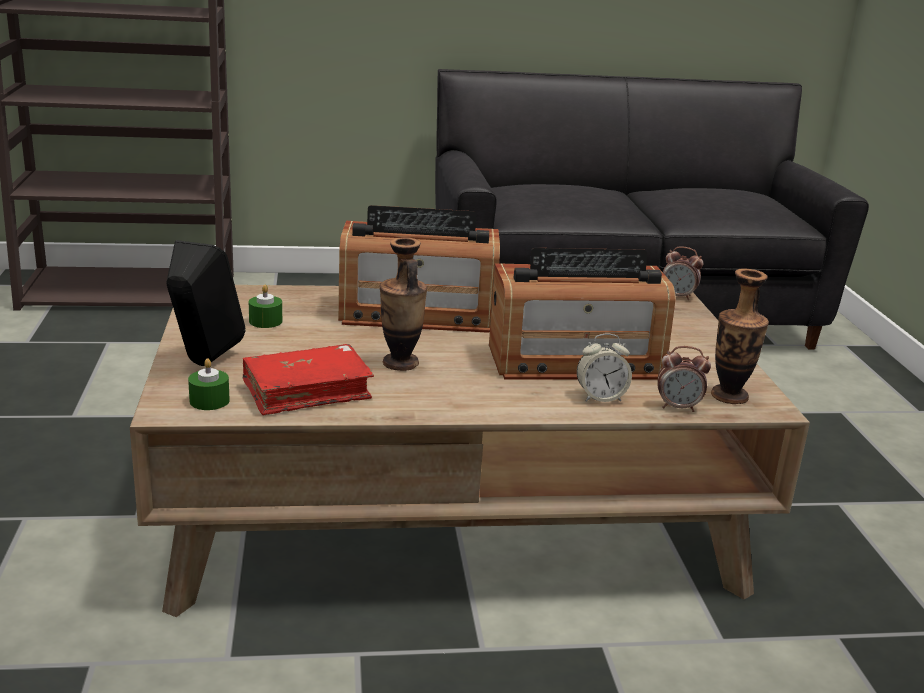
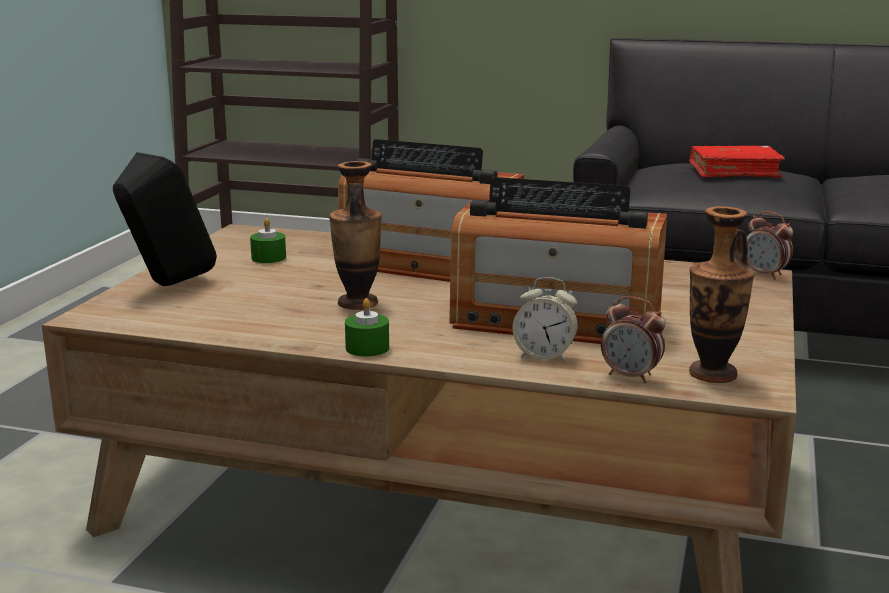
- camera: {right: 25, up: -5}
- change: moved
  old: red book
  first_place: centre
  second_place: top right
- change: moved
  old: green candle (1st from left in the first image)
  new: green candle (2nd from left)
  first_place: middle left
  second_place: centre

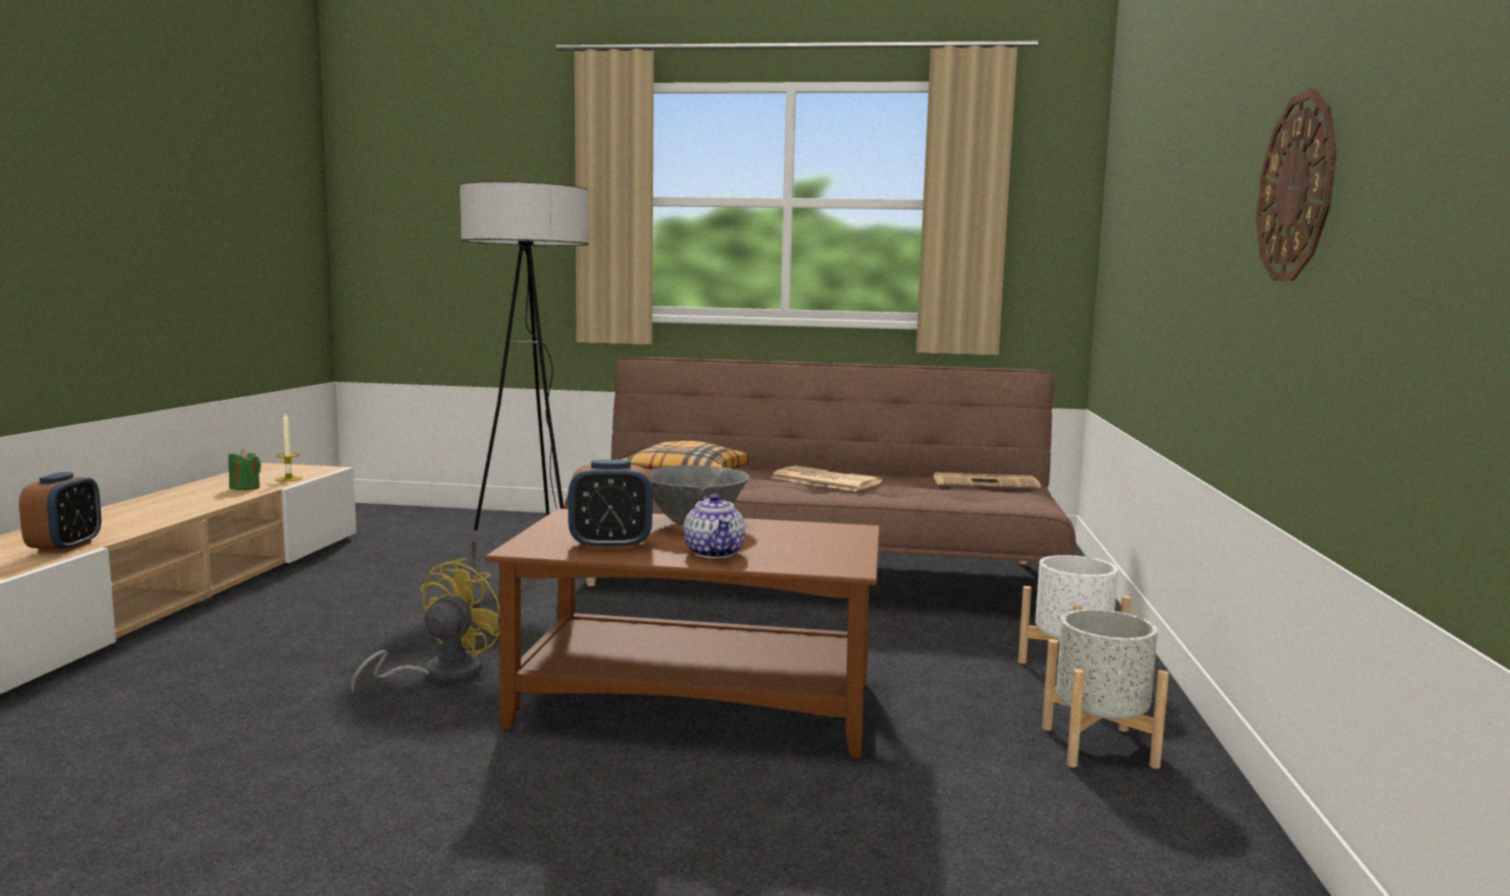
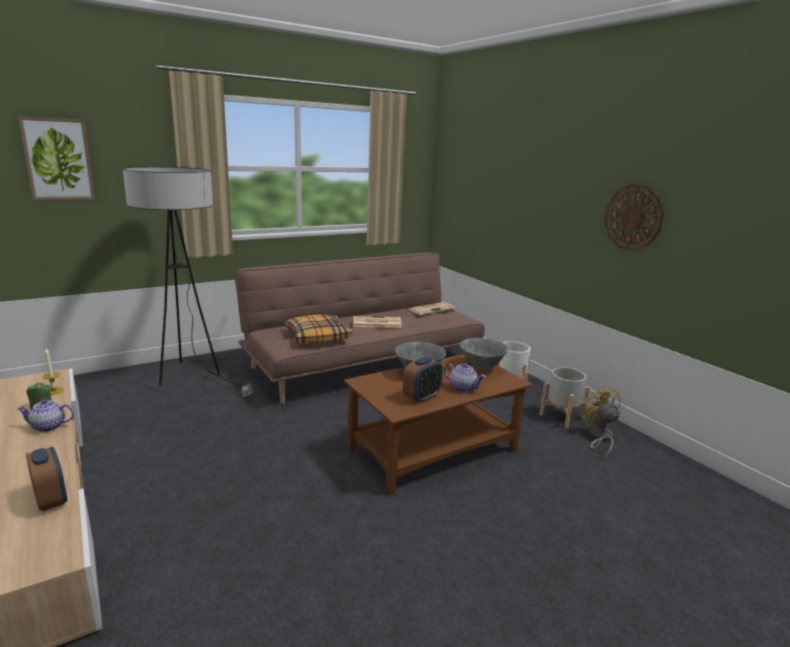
- camera: {right: -40, up: 10}
- change: moved
  old: yellow fan
  first_place: bottom left
  second_place: middle right
- change: added
  new: picture
  second_place: top left
- change: added
  new: grey bowl (2nd from left)
  second_place: centre
- change: added
  new: teapot (1st from left)
  second_place: middle left

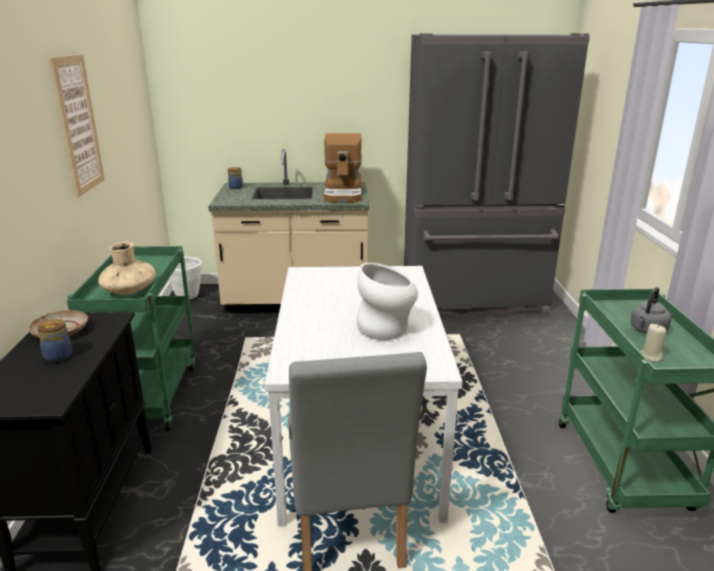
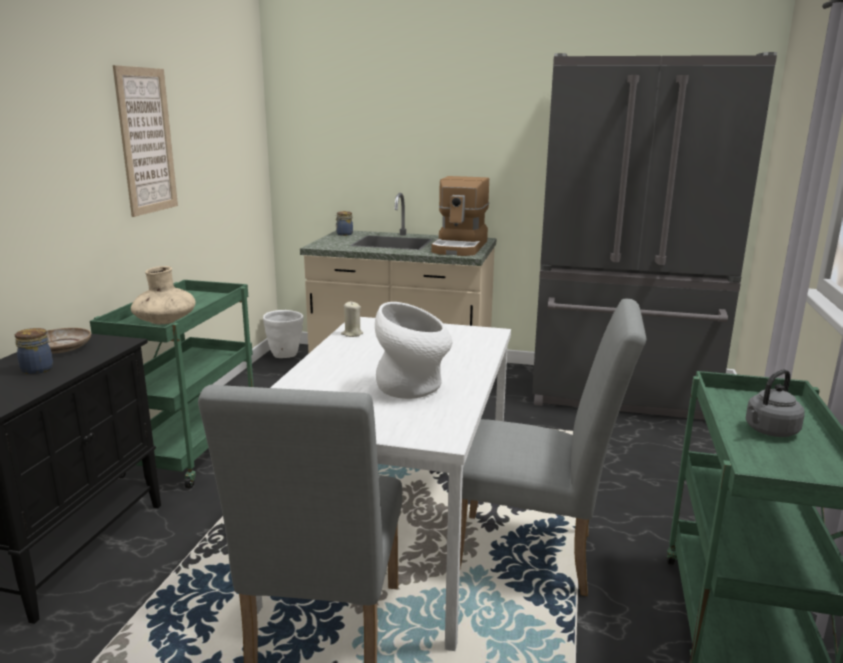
- camera: {right: 15, up: -5}
- change: moved
  old: beige candle
  first_place: middle right
  second_place: centre
- change: added
  new: grey chair (2nd from left)
  second_place: bottom centre

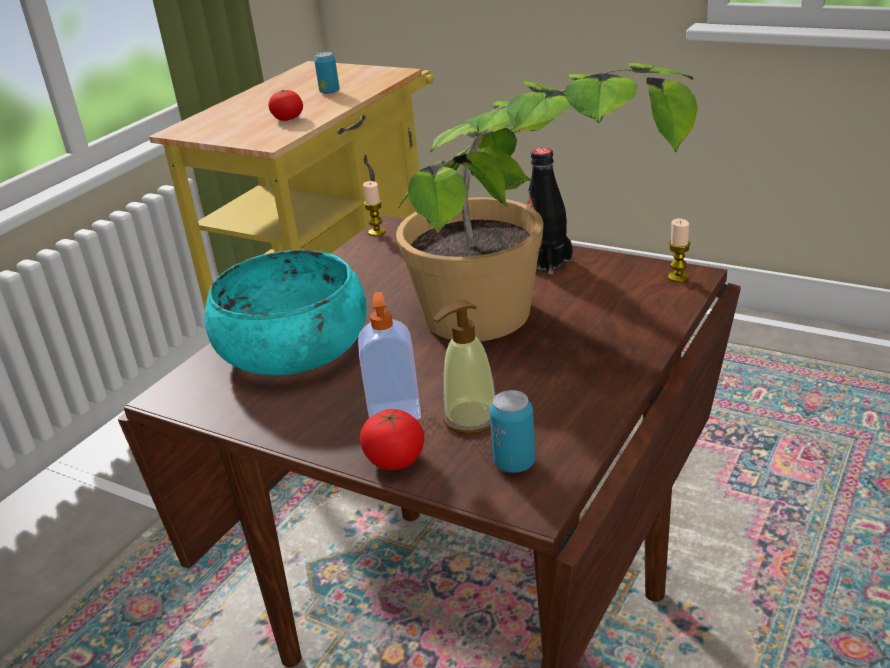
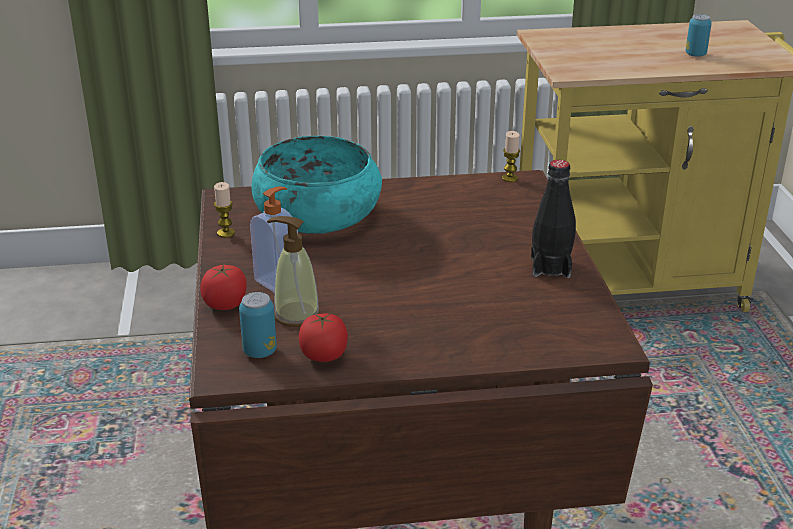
- camera: {right: 50, up: 0}
- change: removed
  old: potted plant
  first_place: top centre
- change: moved
  old: tomato (1st from left in the first image)
  new: tomato (2nd from left)
  first_place: top left
  second_place: centre
- change: moved
  old: candle (2nd from left in the first image)
  new: candle (1st from left)
  first_place: middle right
  second_place: middle left

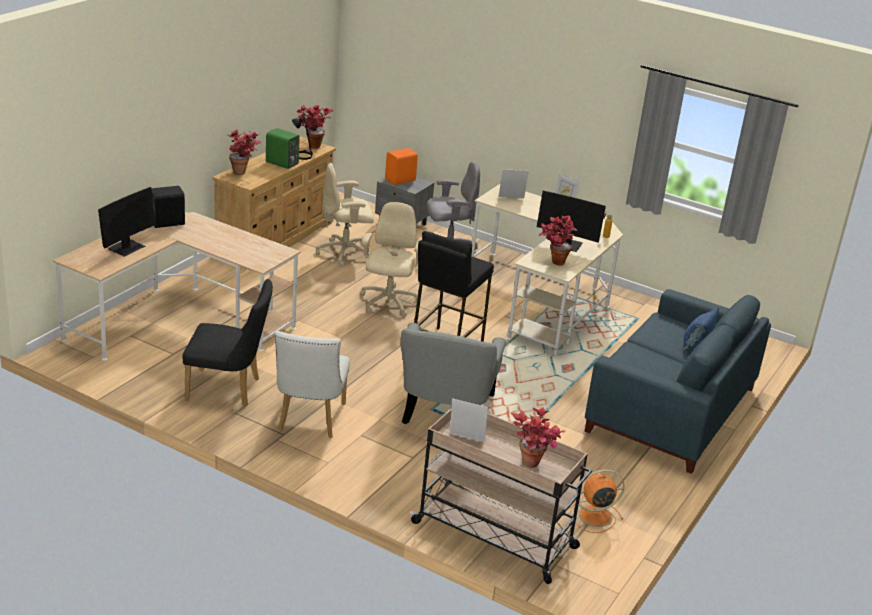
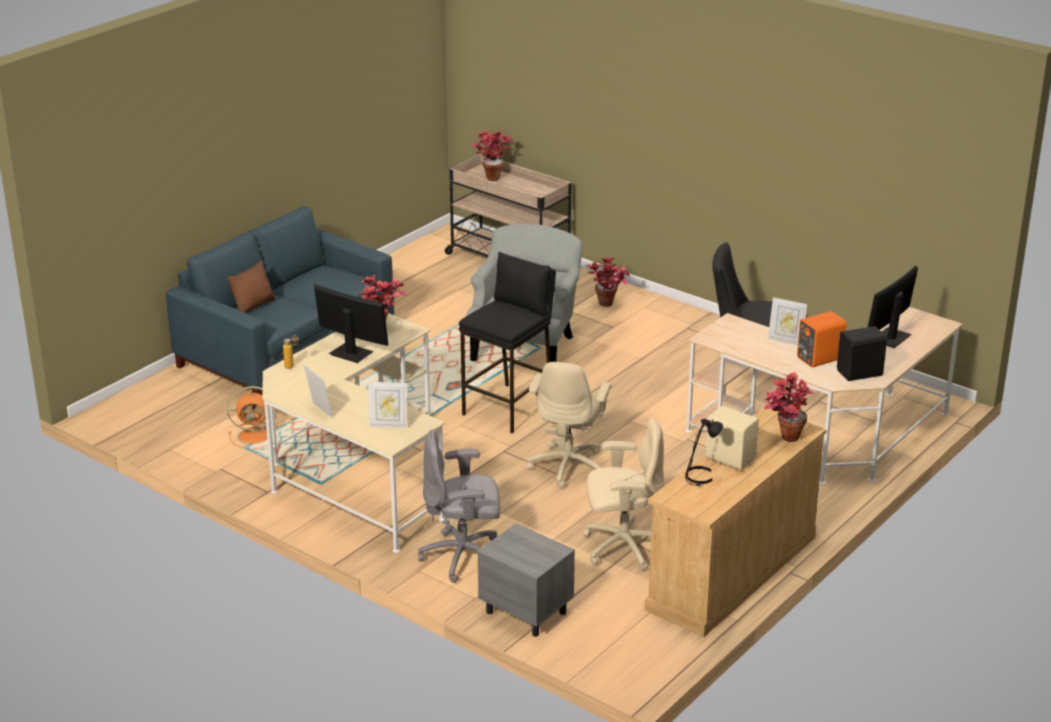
- camera: {right: -170, up: 0}
- change: moved
  old: potted plant (2nd from left in the first image)
  new: potted plant (3rd from left)
  first_place: top centre
  second_place: centre
- change: recoloured
  old: green speaker
  new: beige speaker
  first_place: top left
  second_place: middle right
- change: moved
  old: orange speaker
  first_place: top centre
  second_place: middle right
- change: recoloured
  old: blue pillow
  new: brown pillow
  first_place: middle right
  second_place: middle left
- change: removed
  old: white chair
  first_place: centre
- change: moved
  old: picture frame (1st from left in the first image)
  new: picture frame (3rd from left)
  first_place: bottom centre
  second_place: middle right
- change: moved
  old: orange fan
  first_place: bottom right
  second_place: middle left

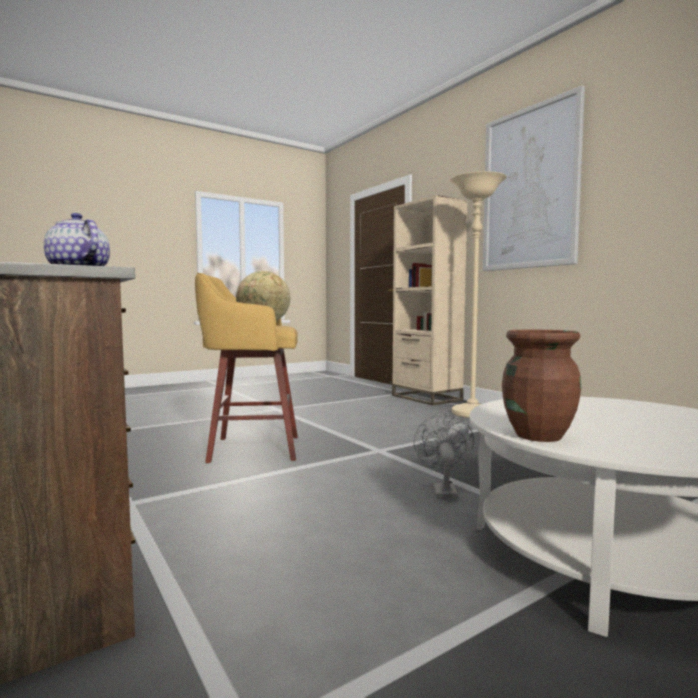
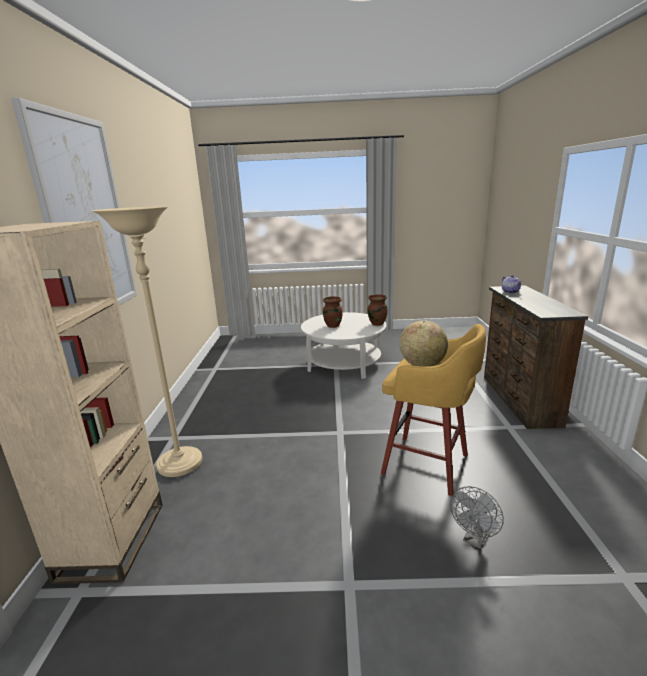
- camera: {right: -145, up: 15}
- change: moved
  old: grey fan
  first_place: centre
  second_place: bottom right
- change: added
  new: brown vase (1st from left)
  second_place: centre

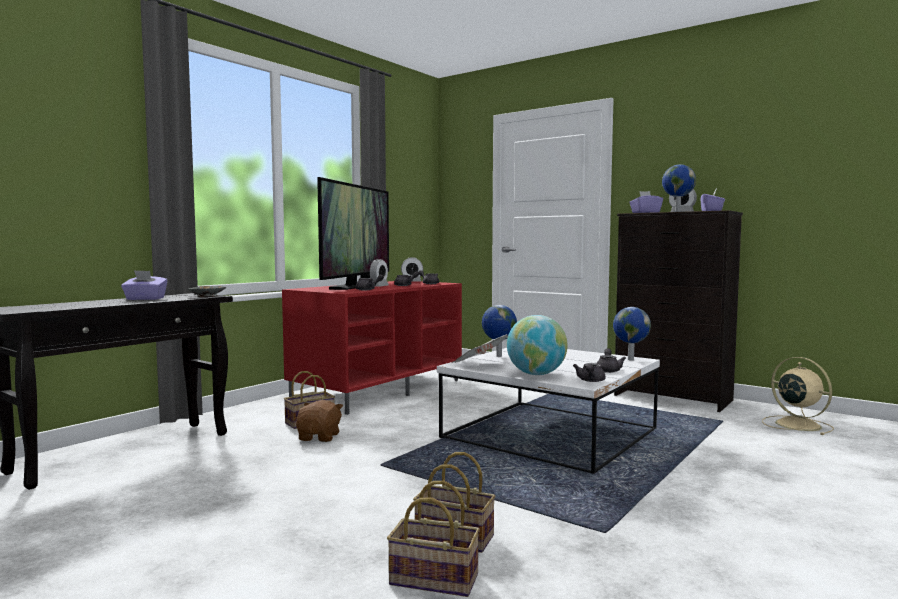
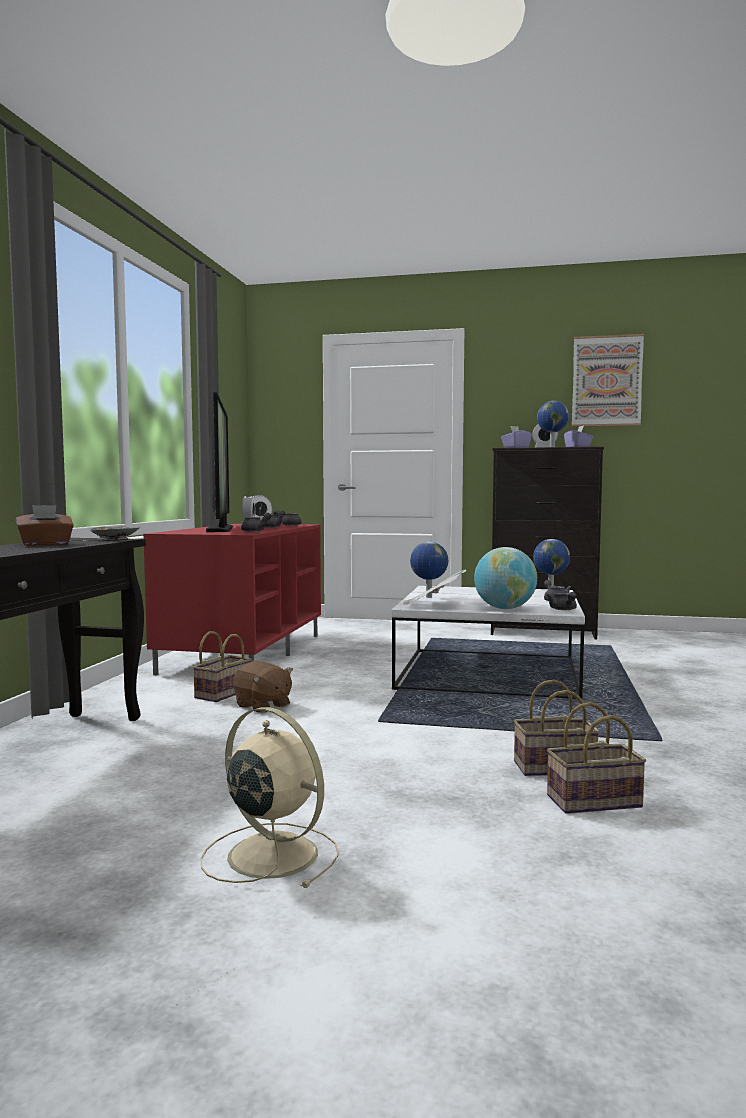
- camera: {right: -25, up: 0}
- change: recoloured
  old: purple tissue box (1st from left)
  new: brown tissue box
  first_place: middle left
  second_place: middle left
- change: moved
  old: beige fan
  first_place: middle right
  second_place: bottom centre
- change: turned
  old: brown plush toy
  first_place: bottom centre
  second_place: centre
  degrees: 150
- change: added
  new: picture
  second_place: middle right

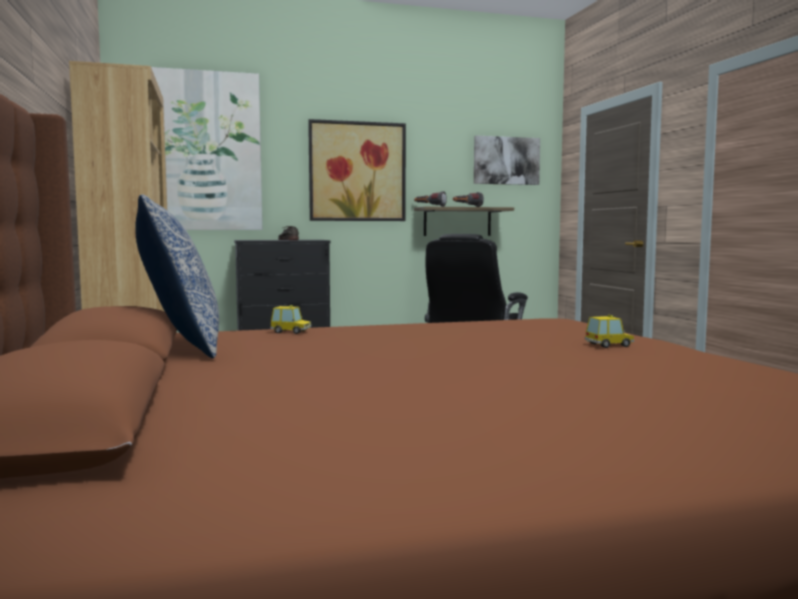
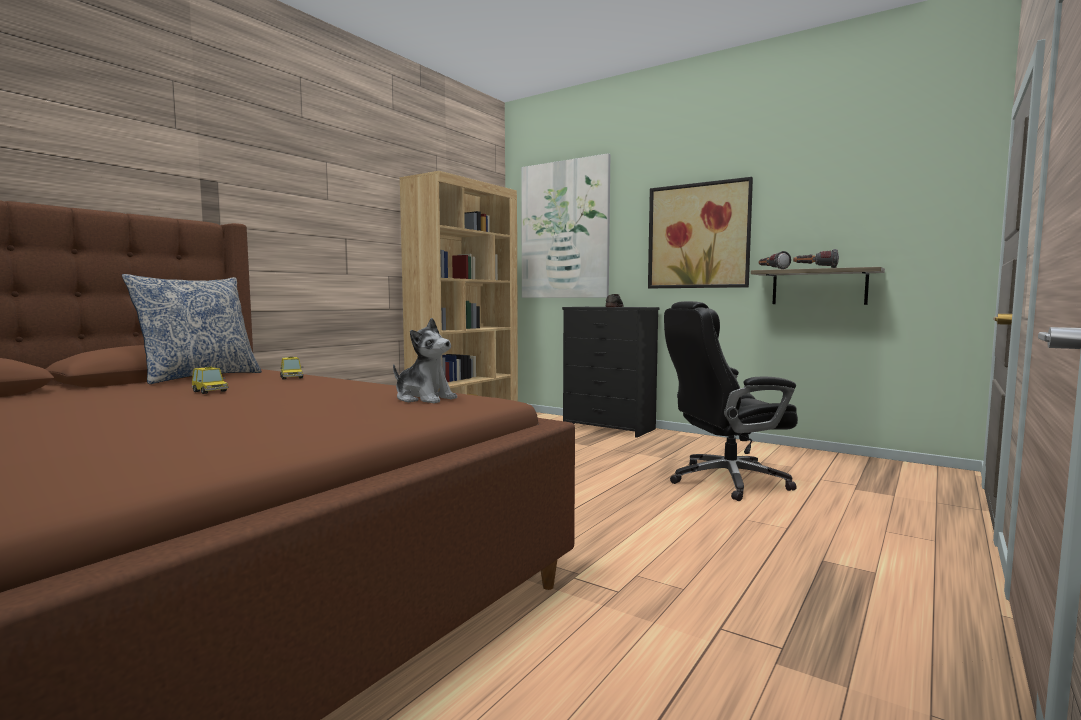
- camera: {right: 50, up: 0}
- change: removed
  old: picture (3rd from left)
  first_place: top centre
- change: moved
  old: toy car (2nd from left in the first image)
  new: toy car (1st from left)
  first_place: middle right
  second_place: middle left
- change: added
  new: plush toy
  second_place: centre

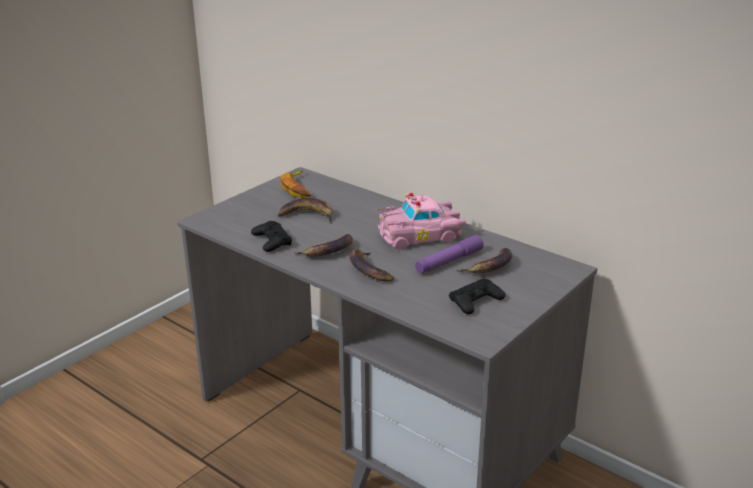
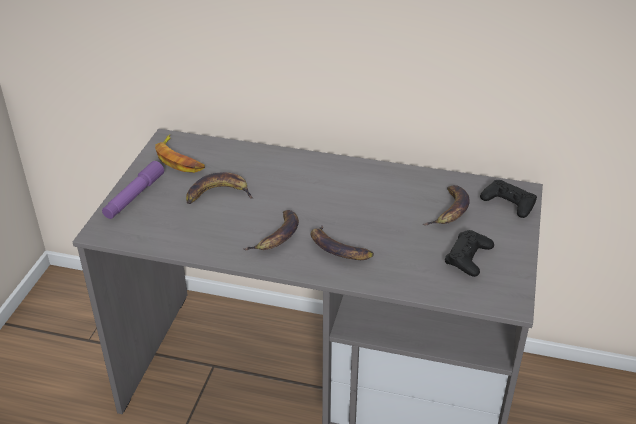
- camera: {right: -25, up: 10}
- change: removed
  old: pink toy car
  first_place: centre
- change: moved
  old: black game controller (1st from left in the first image)
  new: black game controller (2nd from left)
  first_place: centre
  second_place: middle right
- change: moved
  old: purple flashlight
  first_place: centre
  second_place: middle left

